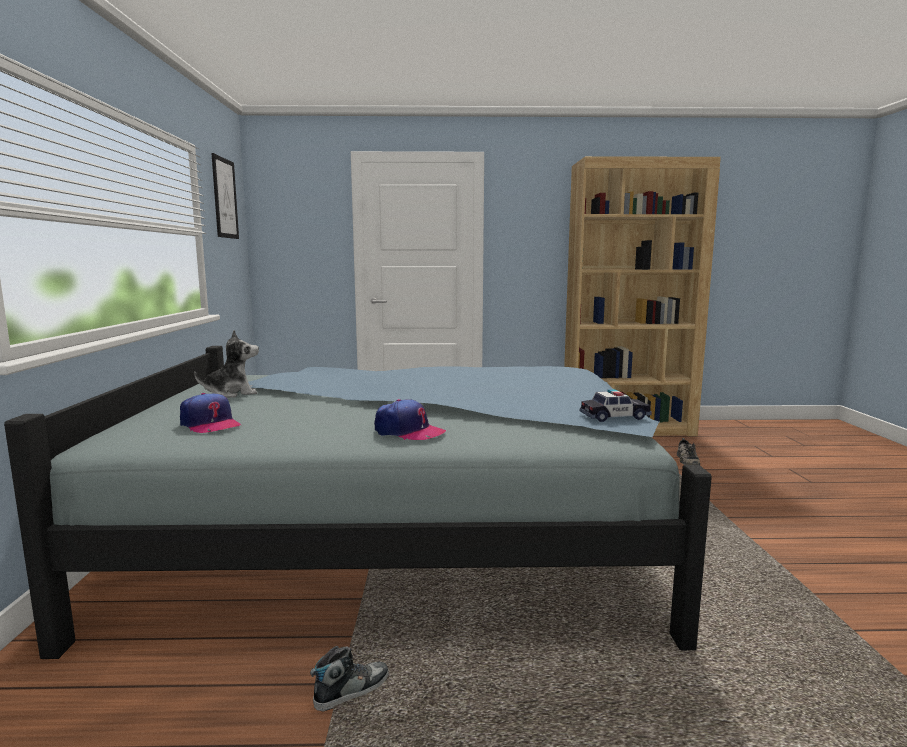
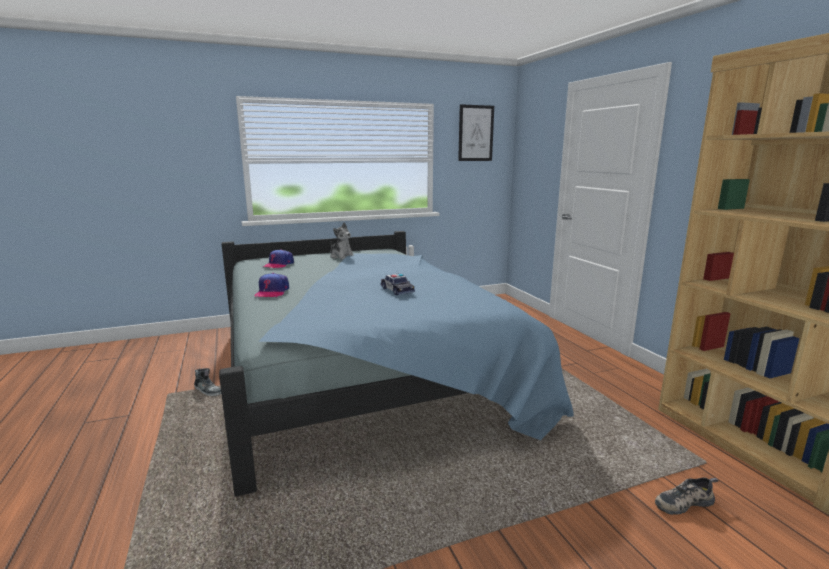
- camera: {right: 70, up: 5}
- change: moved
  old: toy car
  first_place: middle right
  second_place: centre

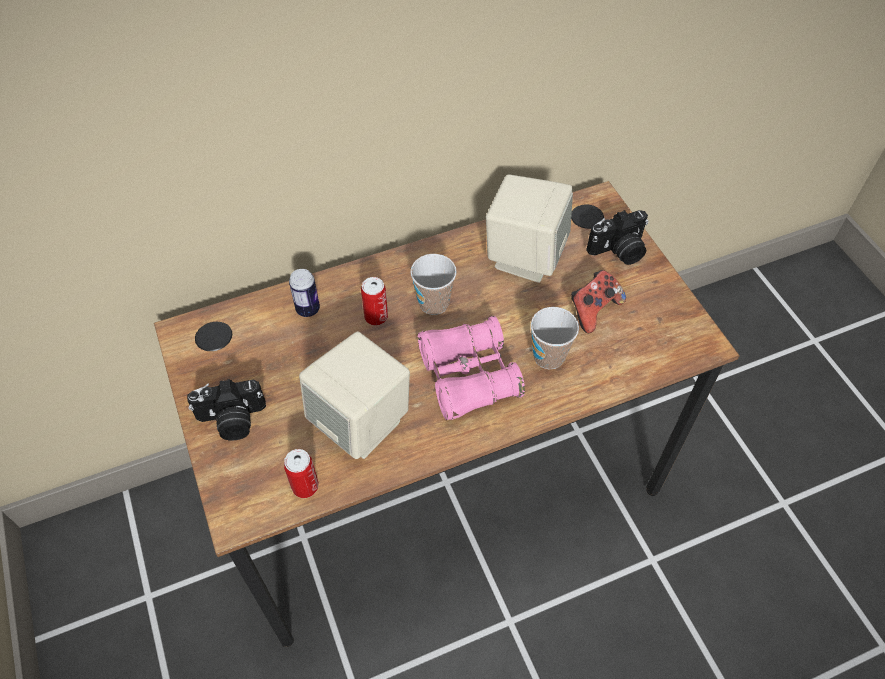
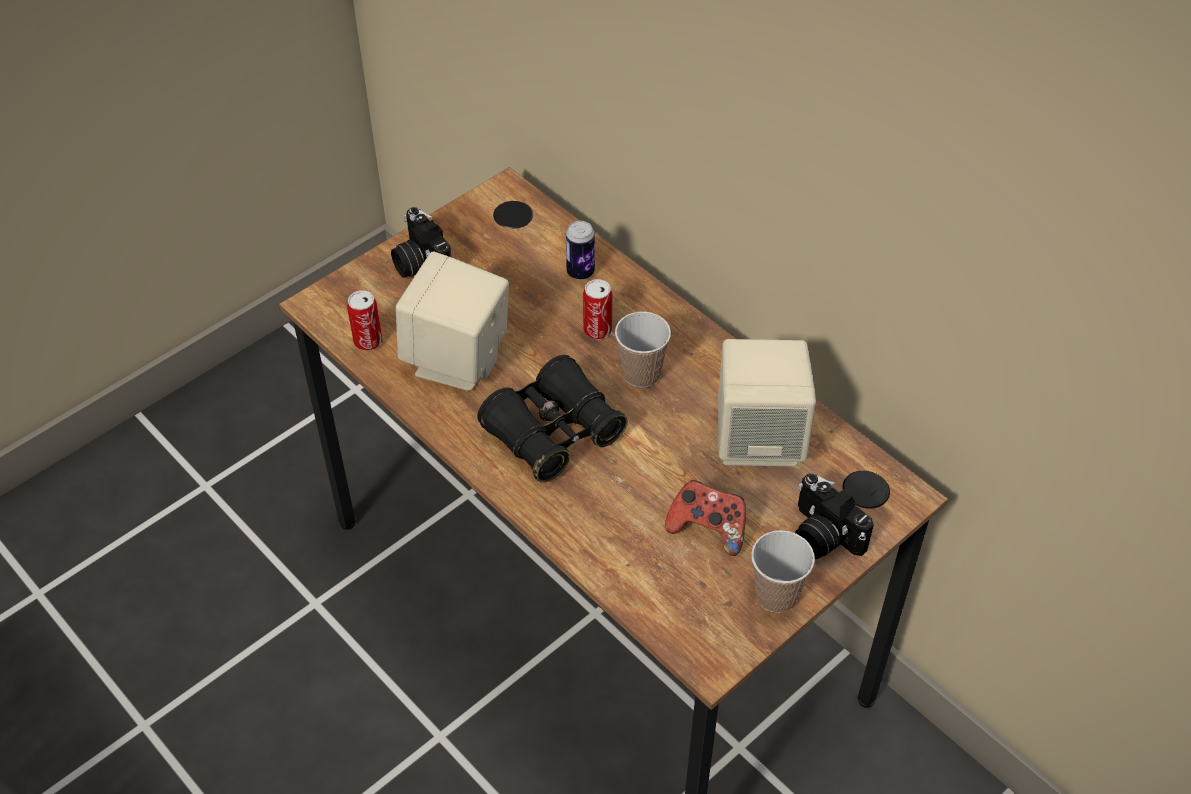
- camera: {right: 70, up: -5}
- change: moved
  old: cup (2nd from left)
  first_place: centre
  second_place: bottom centre
- change: recoloured
  old: pink binoculars
  new: black binoculars
  first_place: centre
  second_place: centre

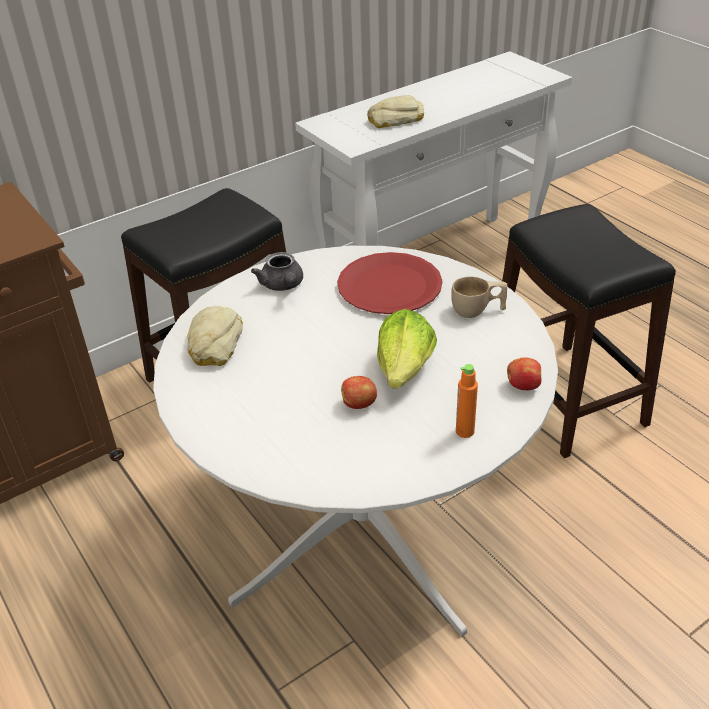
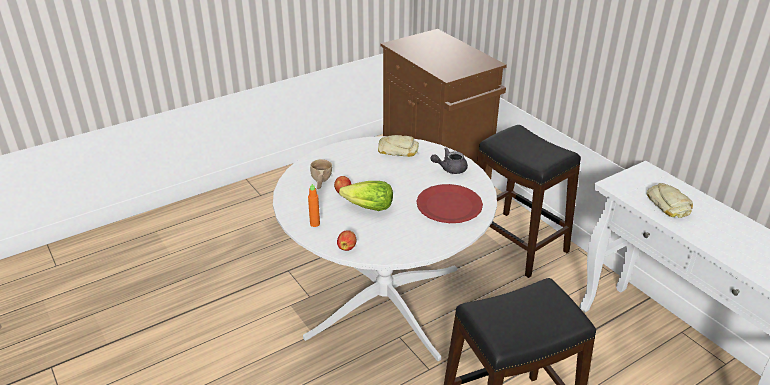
- camera: {right: 90, up: -5}
- change: moved
  old: beige cup
  first_place: middle right
  second_place: centre

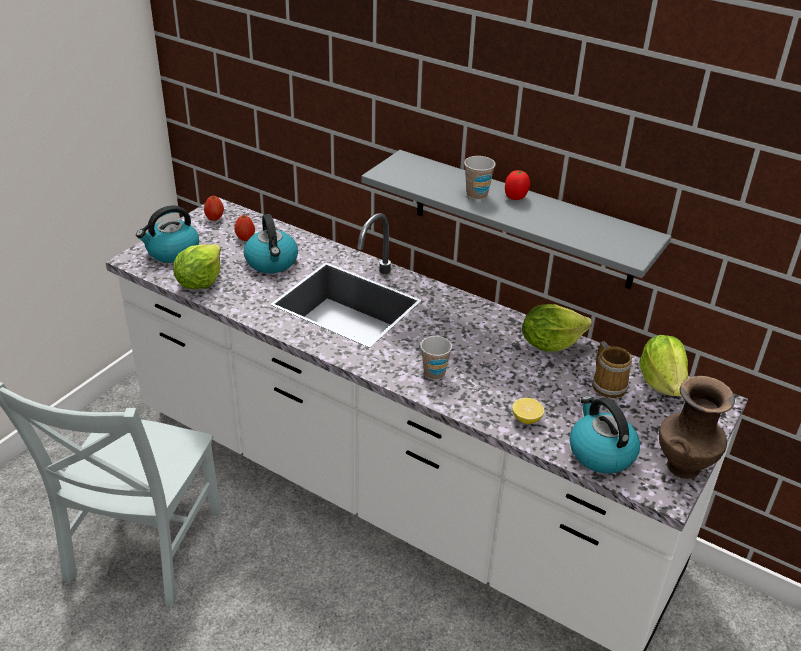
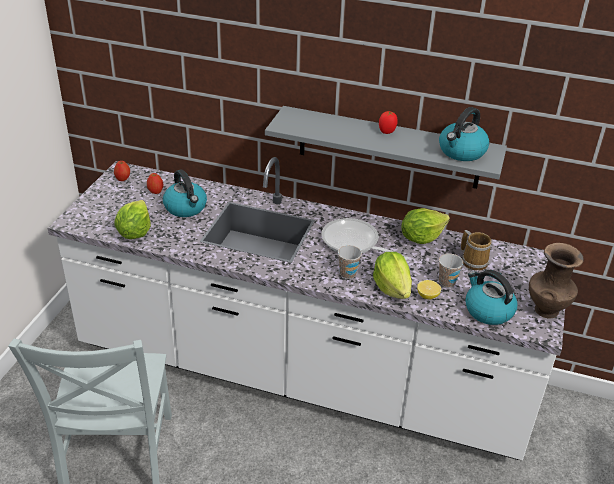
- camera: {right: -15, up: 0}
- change: moved
  old: cup (2nd from left)
  first_place: top centre
  second_place: middle right
- change: moved
  old: kettle (1st from left in the first image)
  new: kettle (2nd from left)
  first_place: middle left
  second_place: top right
- change: moved
  old: lettuce (3rd from left in the first image)
  new: lettuce (2nd from left)
  first_place: middle right
  second_place: centre
- change: added
  new: frying pan
  second_place: centre

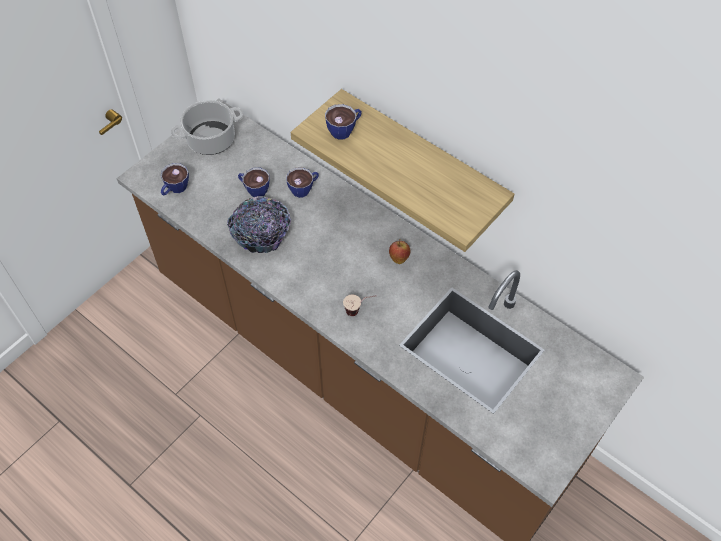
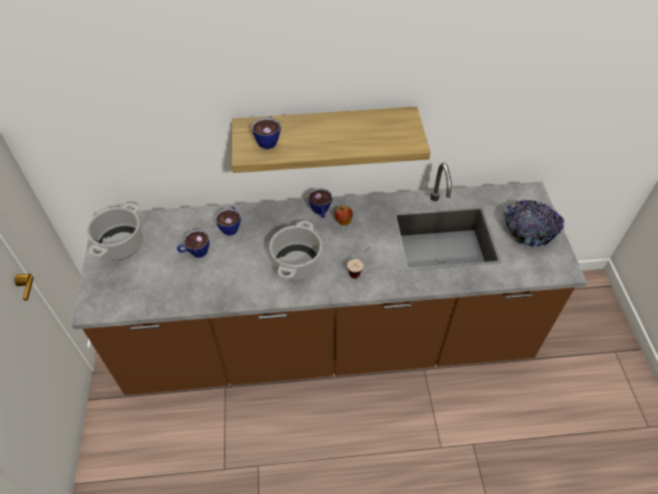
- camera: {right: -45, up: -5}
- change: moved
  old: cup (1st from left in the first image)
  new: cup (4th from left)
  first_place: top left
  second_place: centre
- change: moved
  old: bowl
  first_place: centre
  second_place: middle right
- change: added
  new: cooking pot (2nd from left)
  second_place: centre

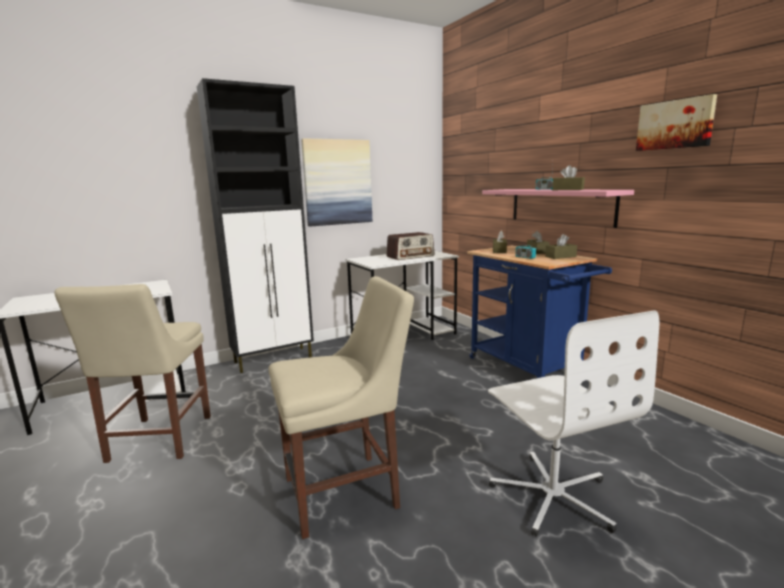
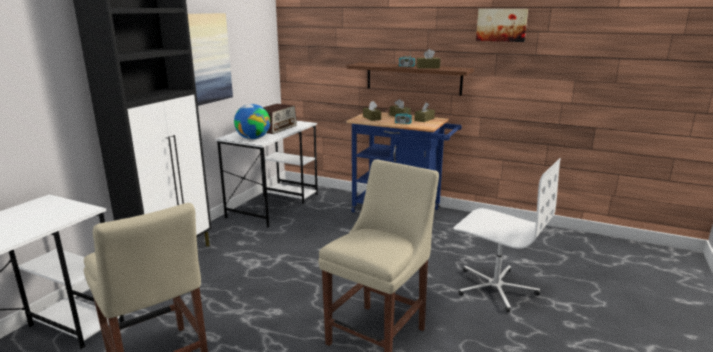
- camera: {right: -35, up: 5}
- change: recoloured
  old: pink shelf
  new: brown shelf
  first_place: middle right
  second_place: top centre
- change: added
  new: globe
  second_place: centre

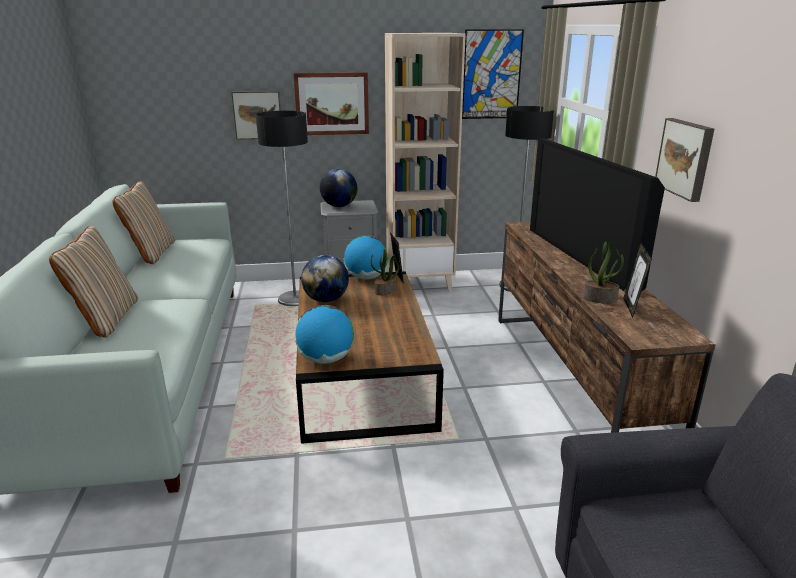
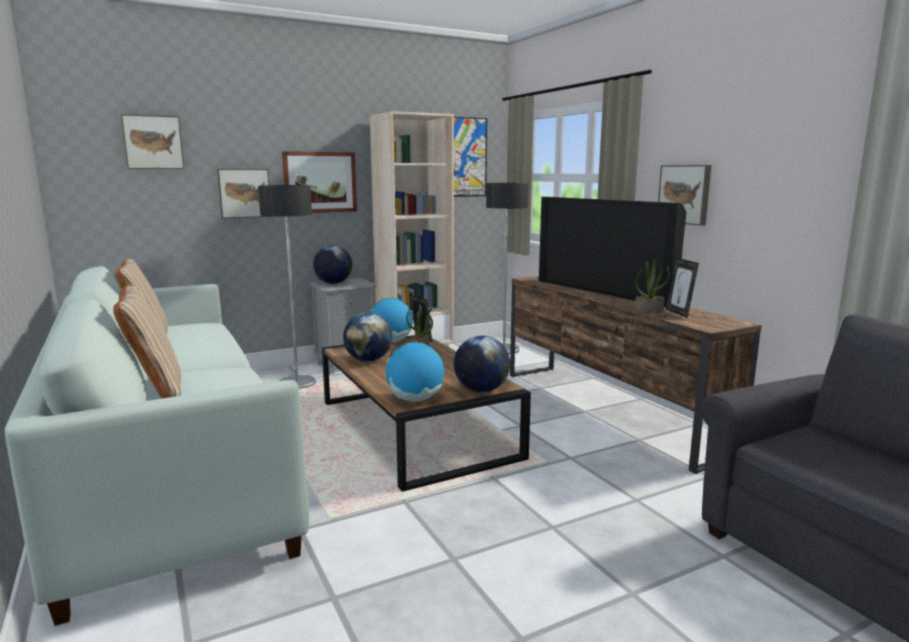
- camera: {right: -20, up: -10}
- change: added
  new: picture (1st from left)
  second_place: top left
- change: added
  new: globe (5th from left)
  second_place: centre

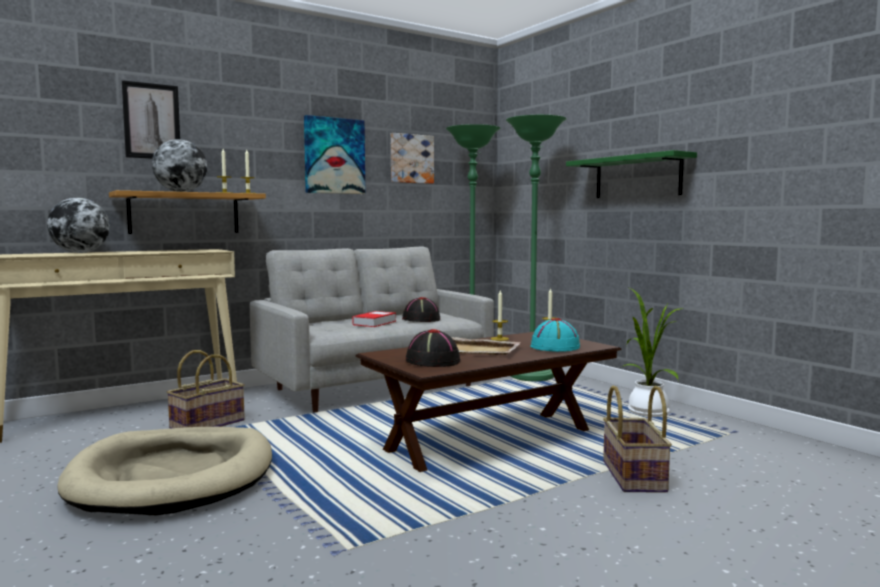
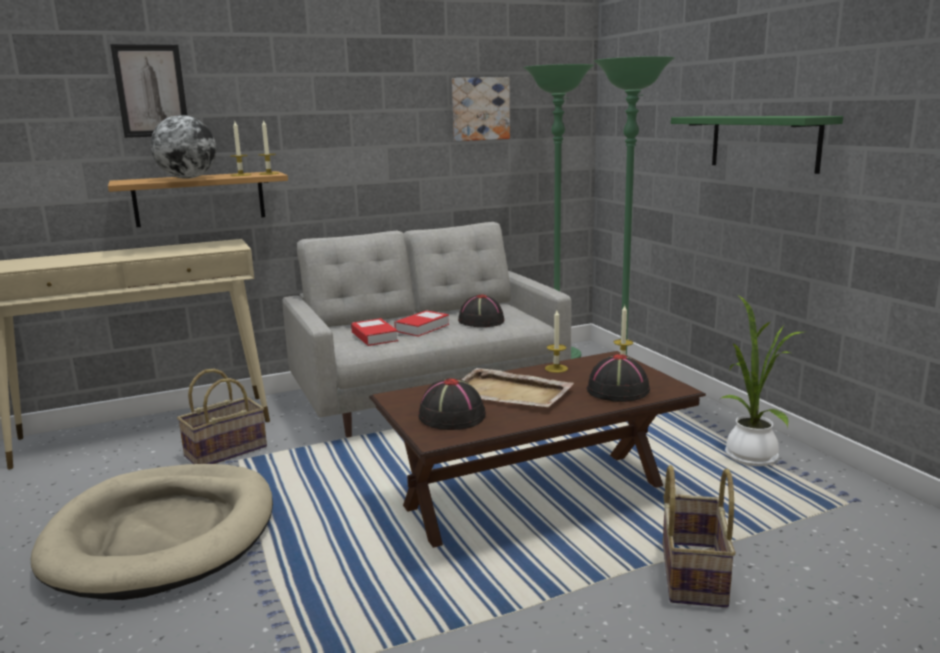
- camera: {right: 10, up: 10}
- change: removed
  old: picture (2nd from left)
  first_place: top centre
- change: removed
  old: globe (1st from left)
  first_place: middle left
- change: recoloured
  old: turquoise hat
  new: black hat (3rd from left)
  first_place: centre
  second_place: centre
- change: added
  new: book (1st from left)
  second_place: centre

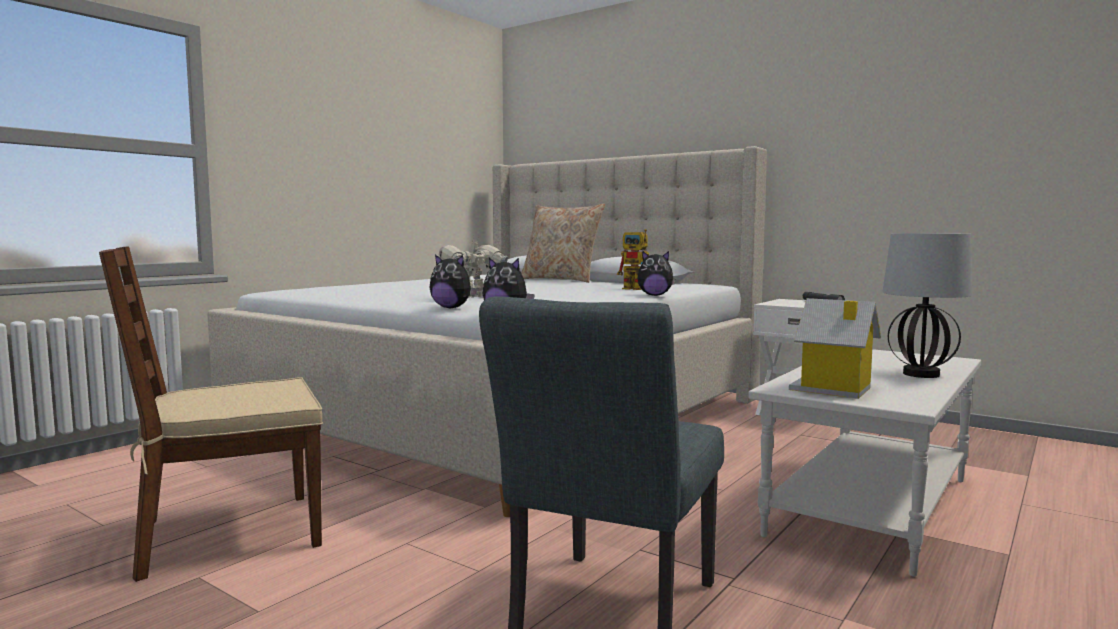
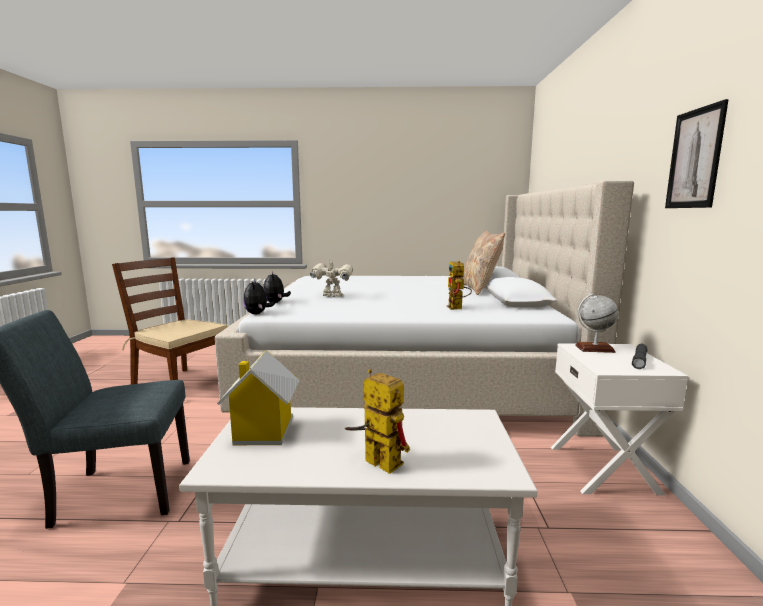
- camera: {right: 55, up: 5}
- change: replaced
  old: table lamp
  new: toy robot (2nd from left)
  first_place: middle right
  second_place: bottom centre
- change: removed
  old: plush toy (3rd from left)
  first_place: centre
- change: added
  new: picture
  second_place: top right
- change: added
  new: globe
  second_place: middle right

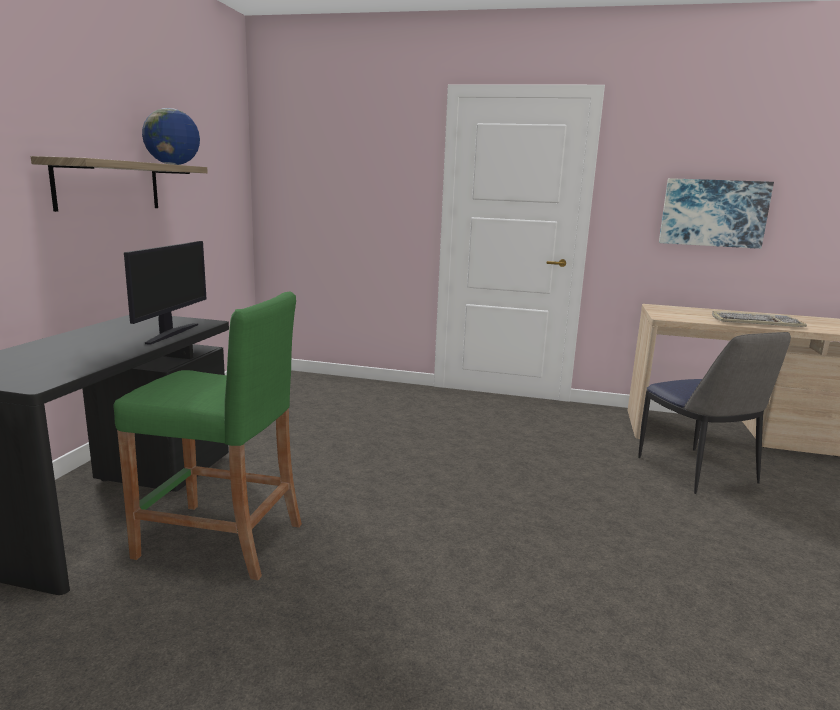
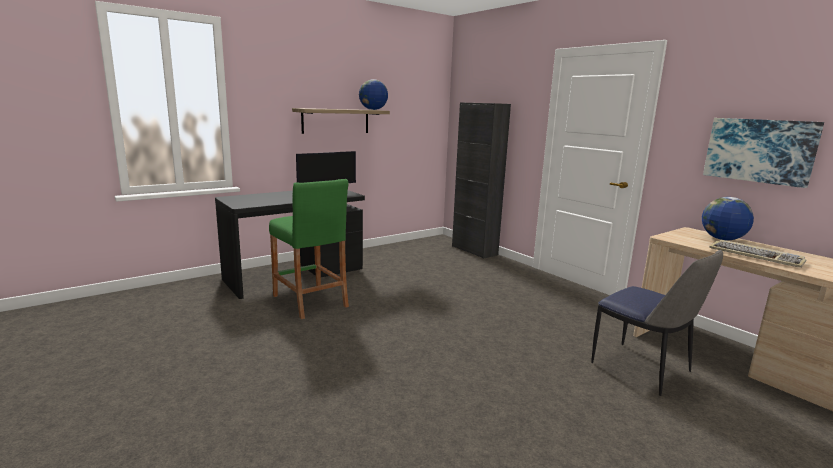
- camera: {right: 40, up: 0}
- change: turned
  old: chair
  first_place: middle right
  second_place: bottom right
  degrees: -60
- change: added
  new: black cabinet
  second_place: centre
- change: added
  new: globe (2nd from left)
  second_place: middle right

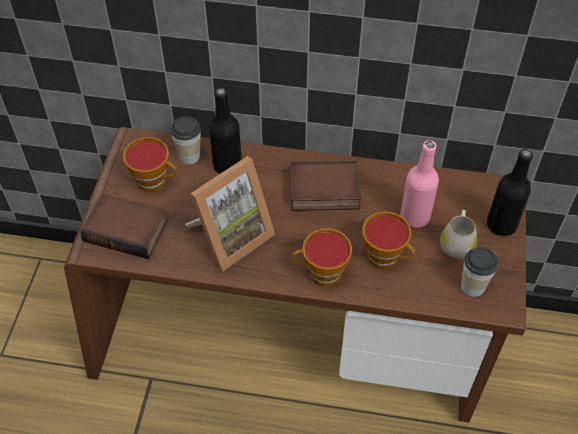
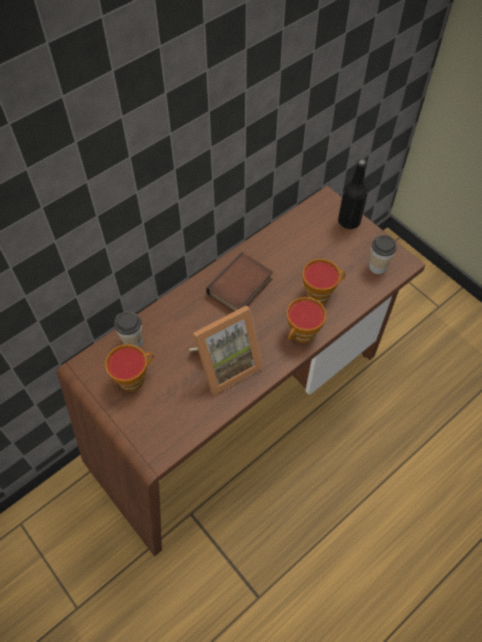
- camera: {right: -50, up: 5}
- change: removed
  old: black bottle (1st from left)
  first_place: top centre
- change: removed
  old: pink bottle
  first_place: middle right
- change: turned
  old: picture frame
  first_place: centre
  second_place: centre
  degrees: 60
- change: removed
  old: book (1st from left)
  first_place: middle left
- change: removed
  old: white mug
  first_place: middle right

